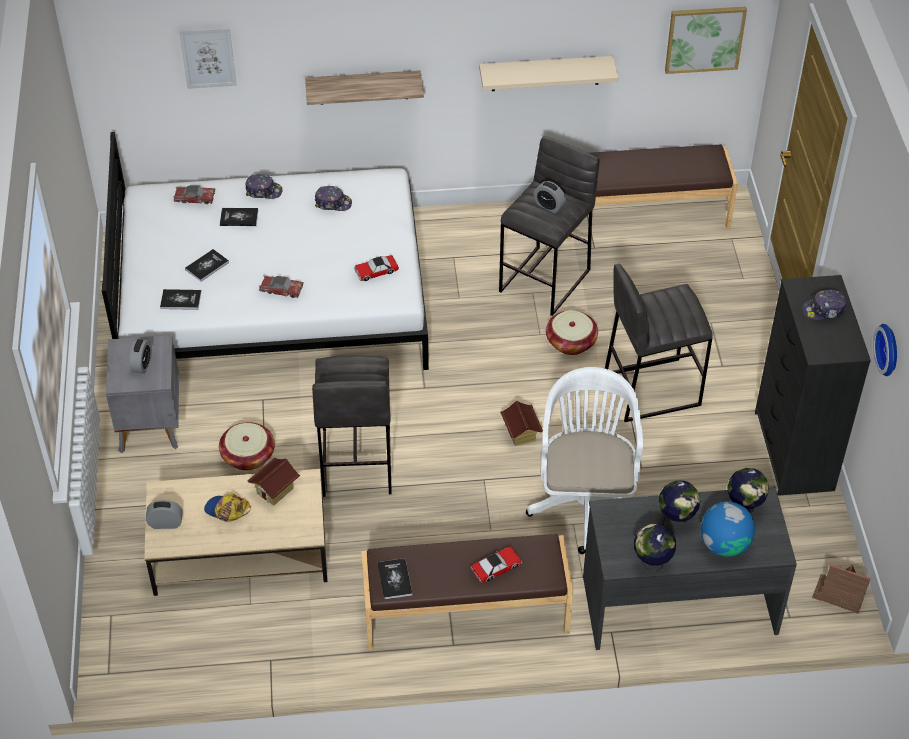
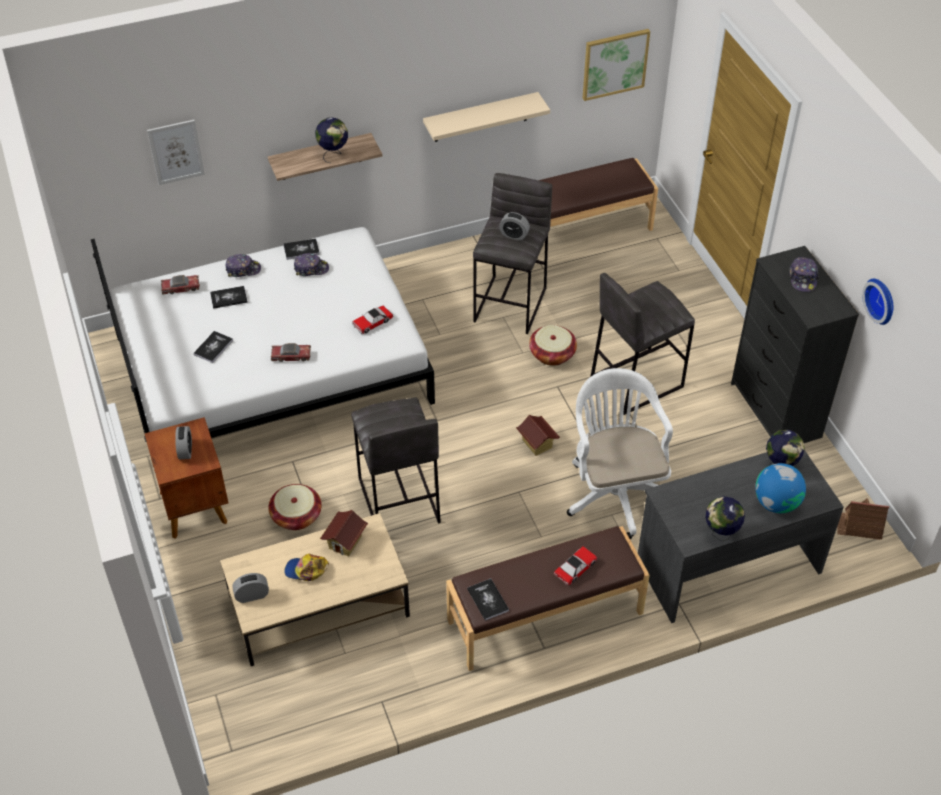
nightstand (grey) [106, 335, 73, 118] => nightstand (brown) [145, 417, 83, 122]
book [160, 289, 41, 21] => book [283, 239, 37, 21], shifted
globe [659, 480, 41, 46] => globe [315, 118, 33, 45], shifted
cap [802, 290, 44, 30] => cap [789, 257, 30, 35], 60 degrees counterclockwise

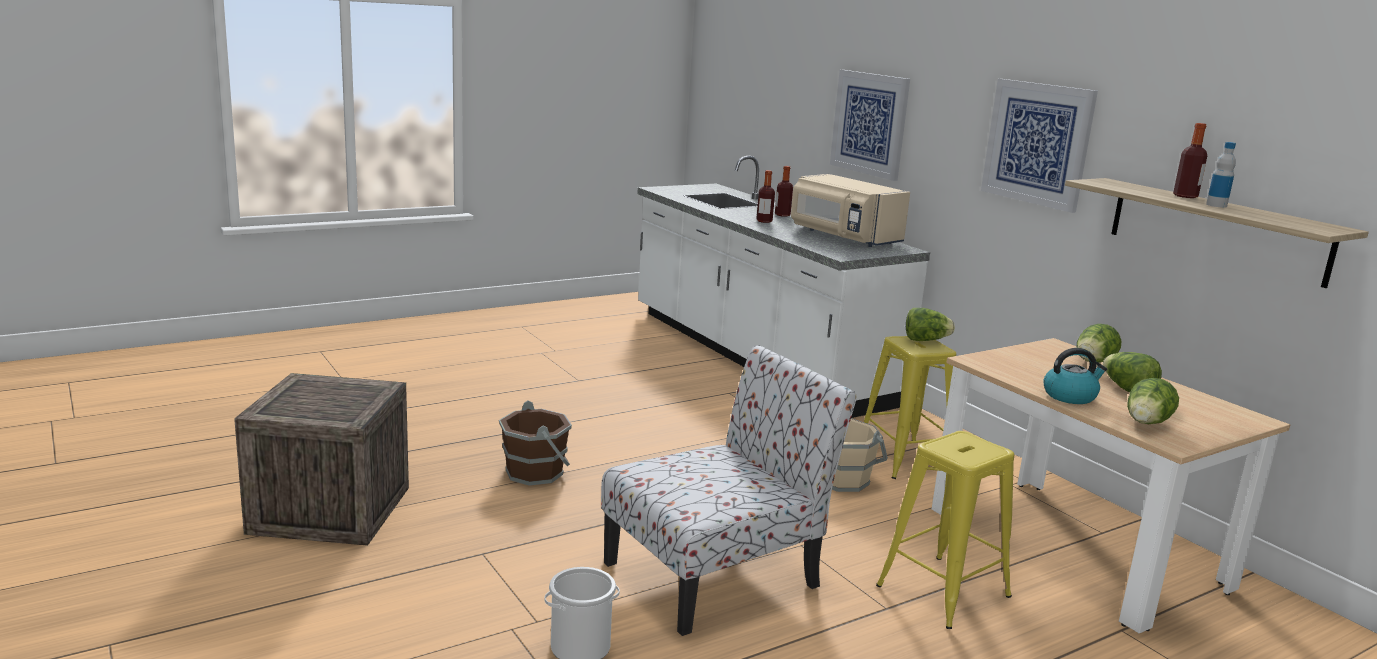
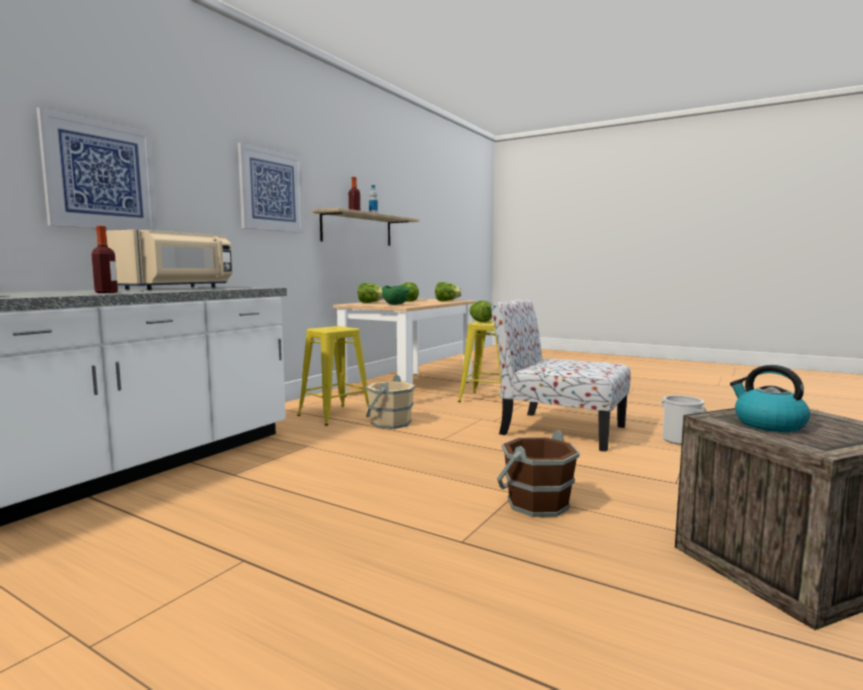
nothing => bowl (green) [382, 285, 27, 20]
lettuce [906, 308, 49, 33] => lettuce [469, 301, 23, 21], shifted
kettle [1043, 348, 64, 56] => kettle [730, 365, 80, 67], shifted
bottle [775, 166, 18, 51] => nothing

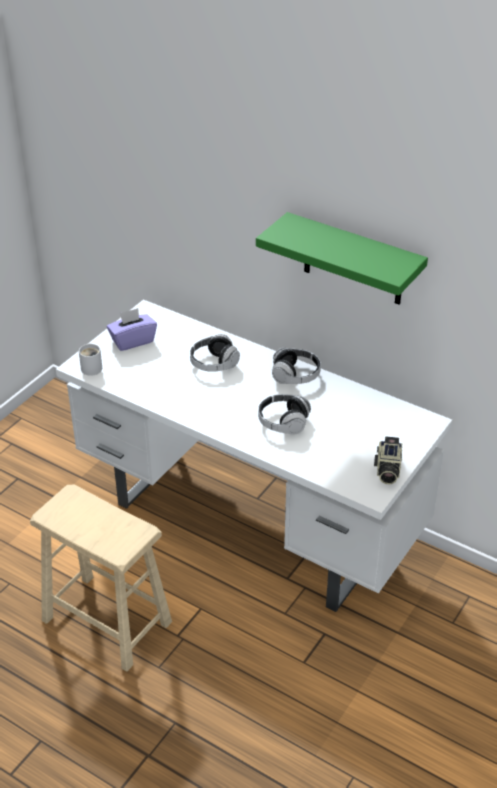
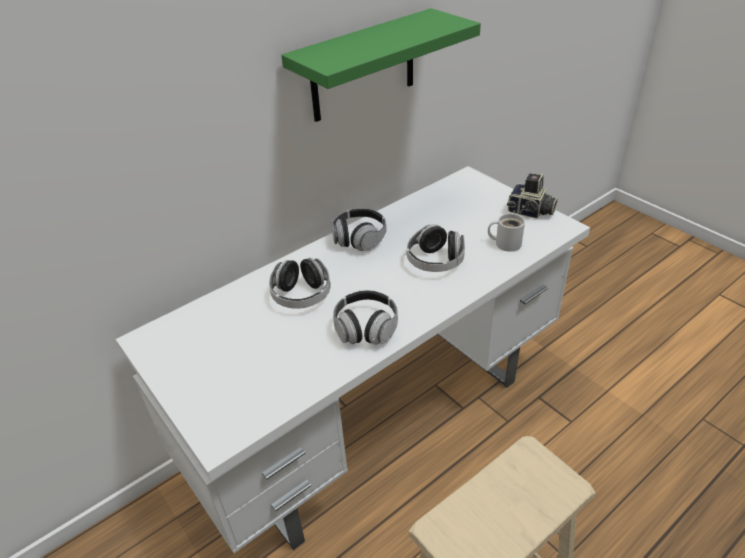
nothing => headphones [333, 290, 65, 55]
mug (white) [79, 344, 23, 32] => mug (white) [488, 213, 37, 39], shifted
tissue box (purple) [107, 308, 50, 43] => nothing

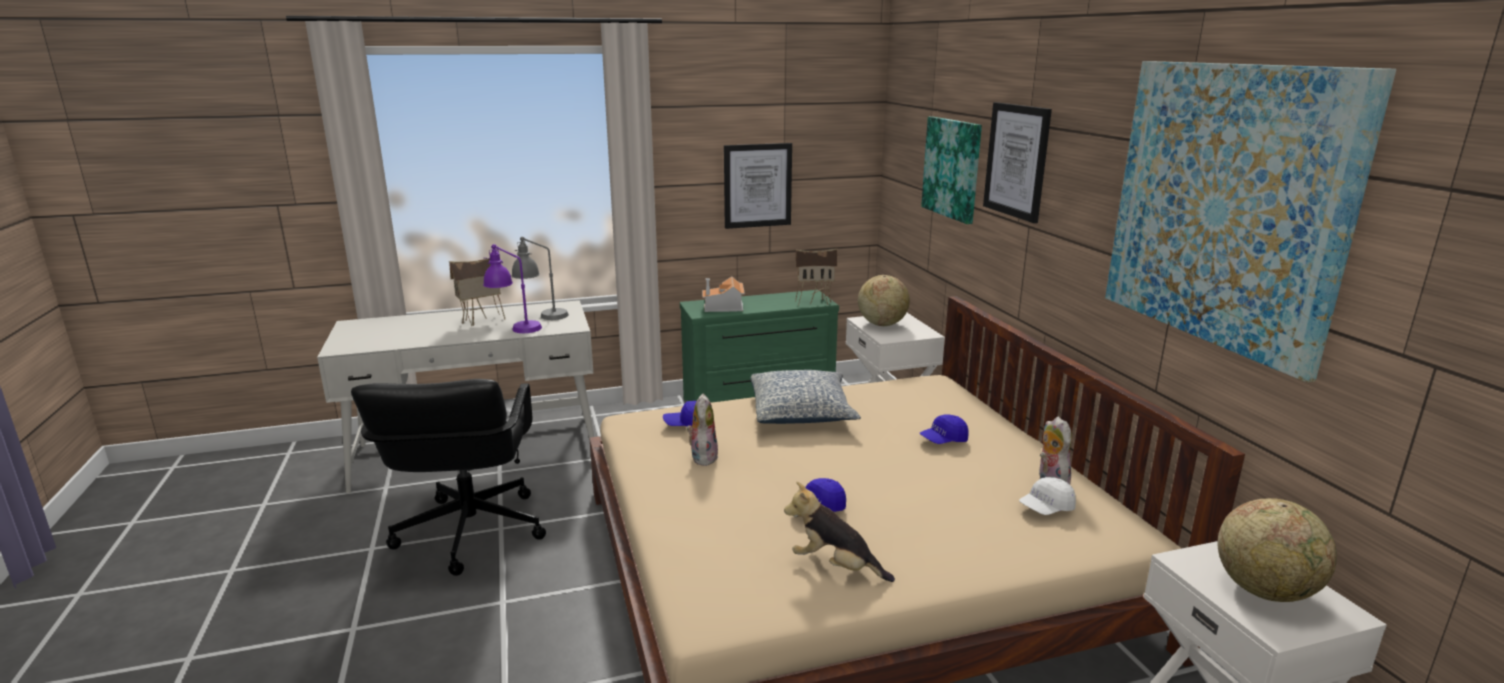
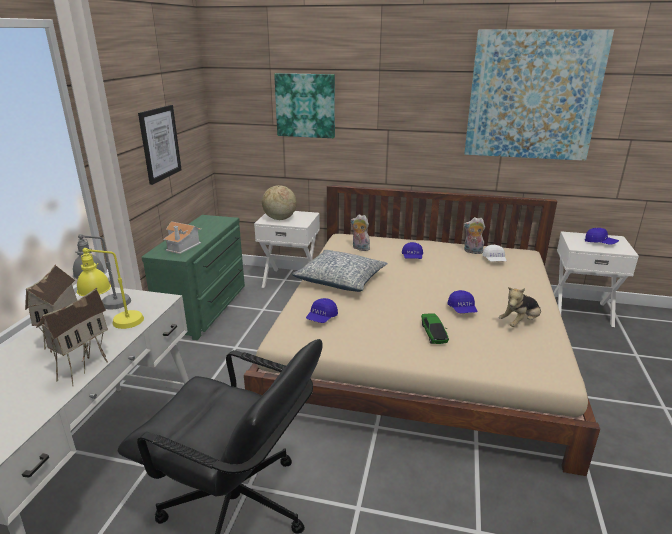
toy house [795, 248, 43, 58] => toy house [36, 288, 72, 98], shifted
table lamp (purple) [483, 244, 59, 89] => table lamp (yellow) [77, 248, 67, 81]
plush toy [686, 394, 32, 72] => plush toy [351, 214, 19, 37], shifted
nothing => toy car [421, 313, 28, 31]
globe [1217, 498, 120, 104] => cap (blue) [585, 228, 34, 17]
picture [983, 102, 69, 121] => nothing

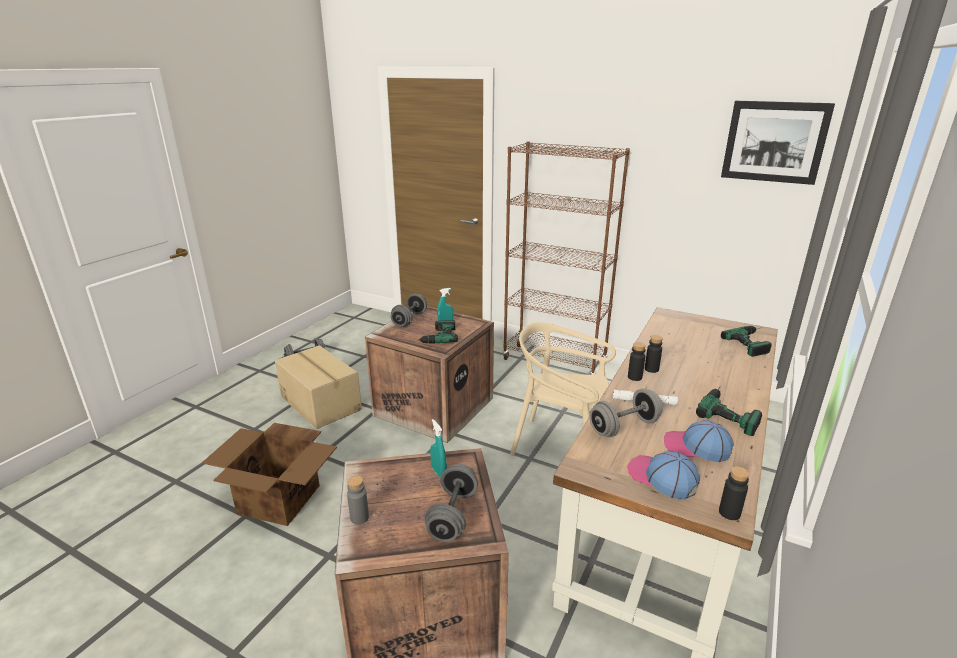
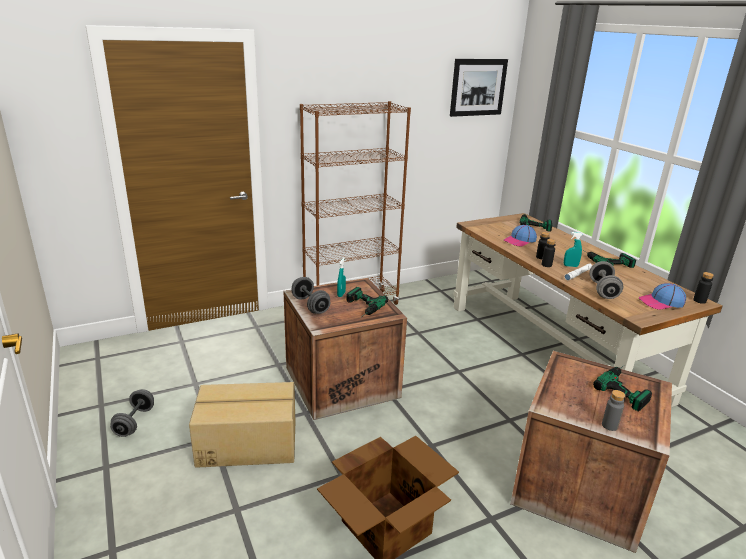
cap [664, 420, 70, 42] => cap [504, 225, 33, 21], shifted
spray bottle (turquoise) [430, 419, 17, 59] => spray bottle (turquoise) [564, 232, 19, 35], shifted
dumbbell (grey) [424, 464, 54, 78] => power drill [593, 366, 59, 45]
chair (beige) [510, 322, 106, 134] => nothing

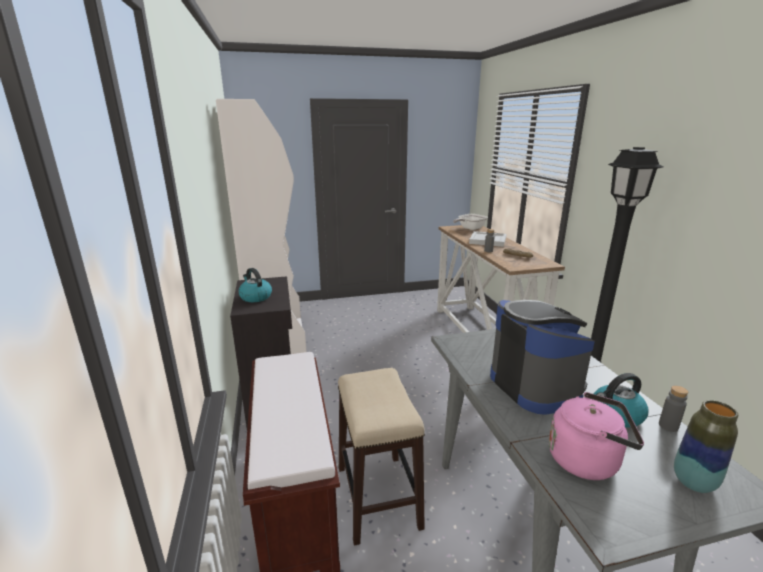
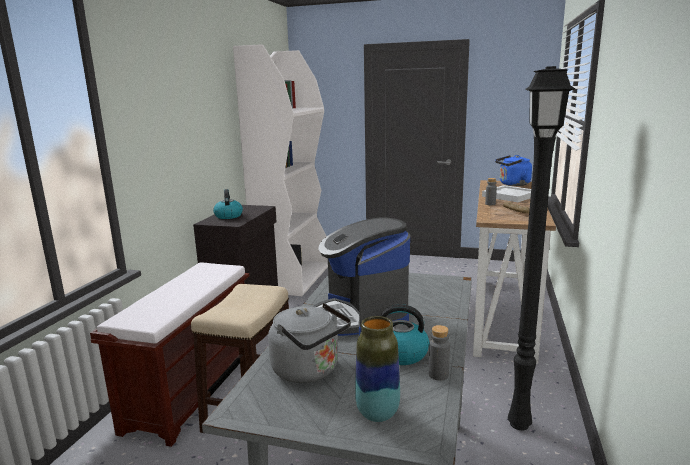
kettle (pink) [549, 392, 95, 88] => kettle (grey) [268, 303, 83, 80]
coffee machine [490, 300, 105, 115] => coffee machine [313, 217, 97, 119], 150 degrees clockwise
frying pan [453, 214, 35, 16] => kettle (blue) [495, 155, 37, 31]

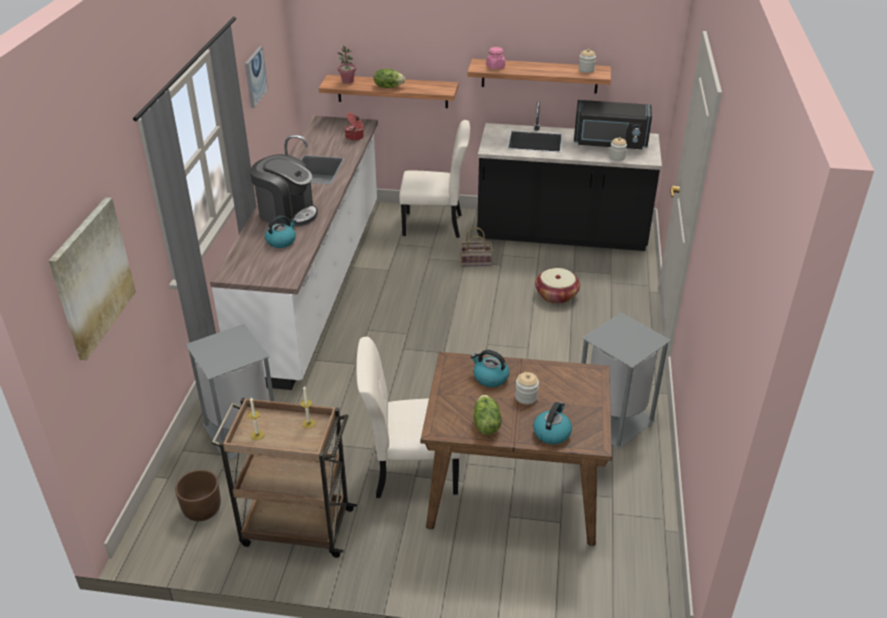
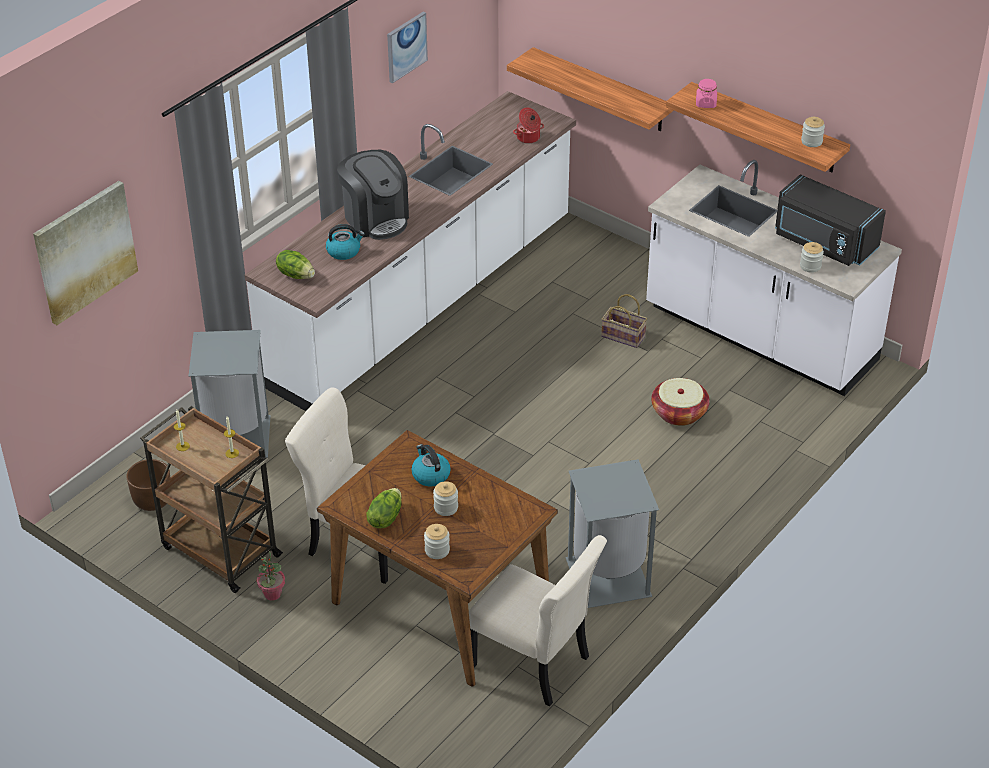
potted plant [338, 46, 18, 38] => potted plant [257, 551, 28, 50], shifted
lettuce [374, 69, 31, 19] => lettuce [276, 250, 39, 29], shifted
kettle [533, 402, 39, 42] => jar [424, 524, 26, 35]
chair (beige) [399, 120, 71, 118] => chair (beige) [469, 535, 138, 171], shifted
counter (black) [477, 101, 185, 150] => counter (white) [646, 160, 256, 236]

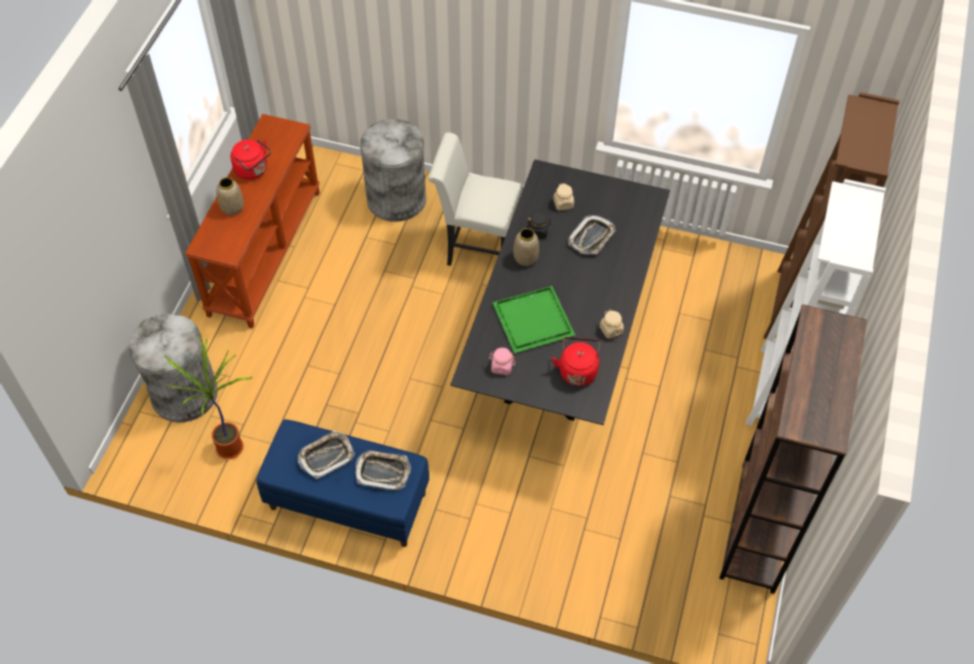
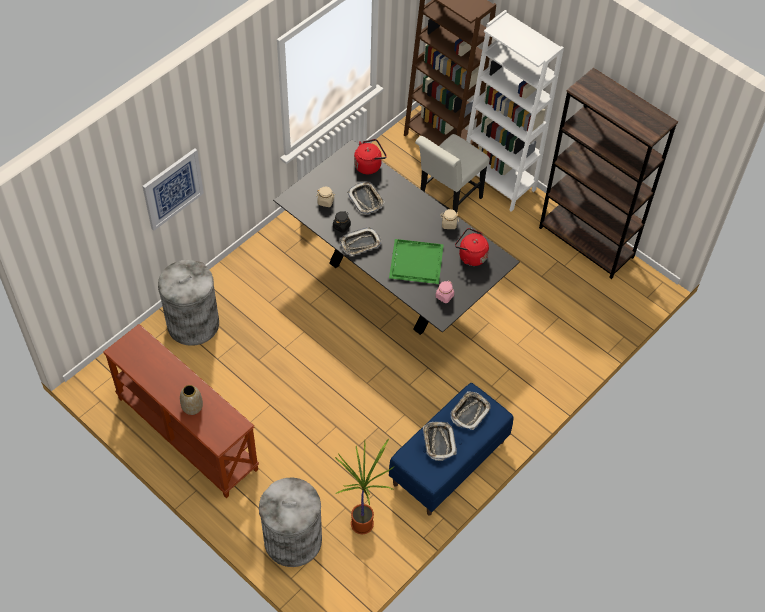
nothing => picture [143, 148, 61, 83]
vase [513, 228, 26, 38] => tray [340, 227, 42, 29]
kettle (red) [230, 139, 41, 40] => kettle (red) [354, 139, 33, 35], shifted
chair (white) [428, 132, 95, 134] => chair (white) [415, 134, 75, 78], shifted

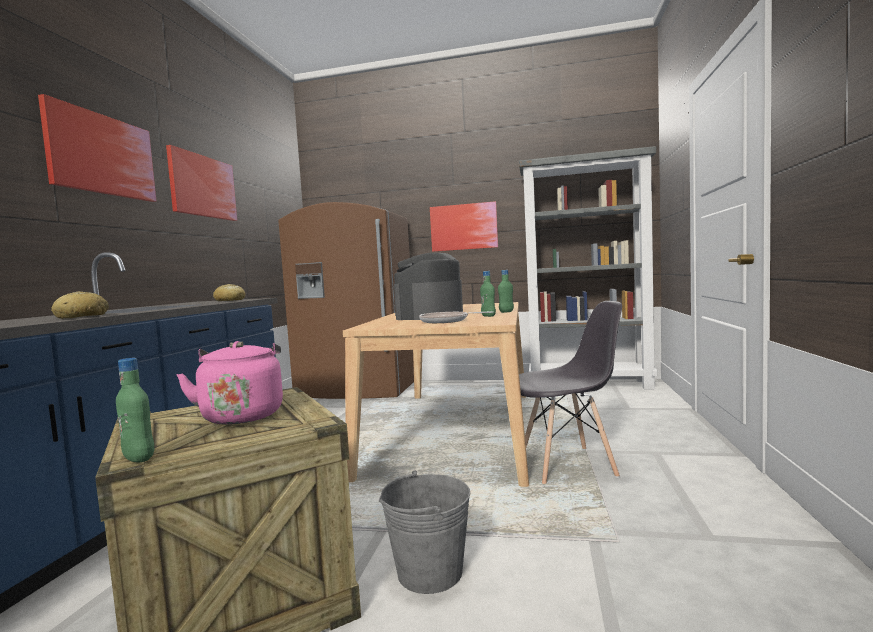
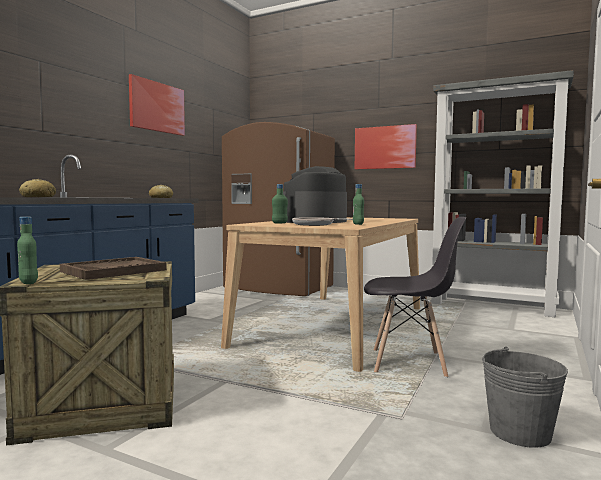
kettle (pink) [176, 341, 107, 84] => tray (brown) [60, 257, 107, 23]
bottle (green) [498, 270, 16, 43] => bottle (green) [272, 184, 16, 39], shifted
bucket (grey) [379, 471, 91, 123] => bucket (grey) [482, 347, 86, 101], shifted
picture [38, 94, 118, 108] => nothing

